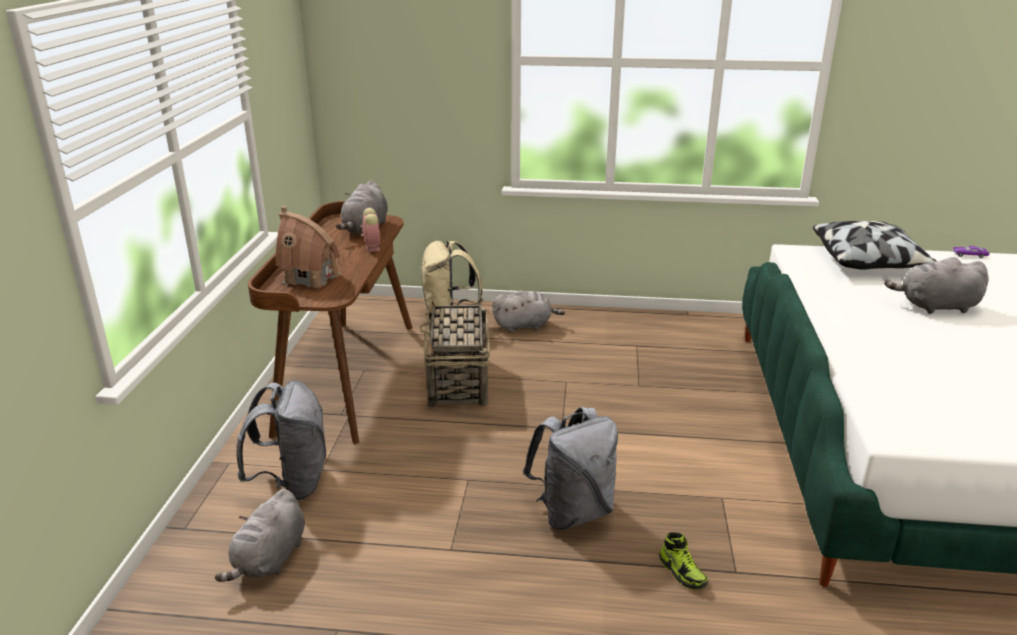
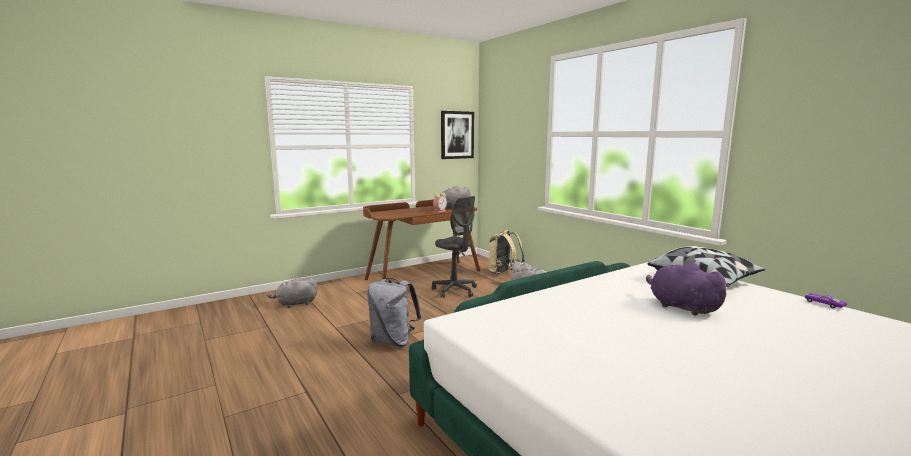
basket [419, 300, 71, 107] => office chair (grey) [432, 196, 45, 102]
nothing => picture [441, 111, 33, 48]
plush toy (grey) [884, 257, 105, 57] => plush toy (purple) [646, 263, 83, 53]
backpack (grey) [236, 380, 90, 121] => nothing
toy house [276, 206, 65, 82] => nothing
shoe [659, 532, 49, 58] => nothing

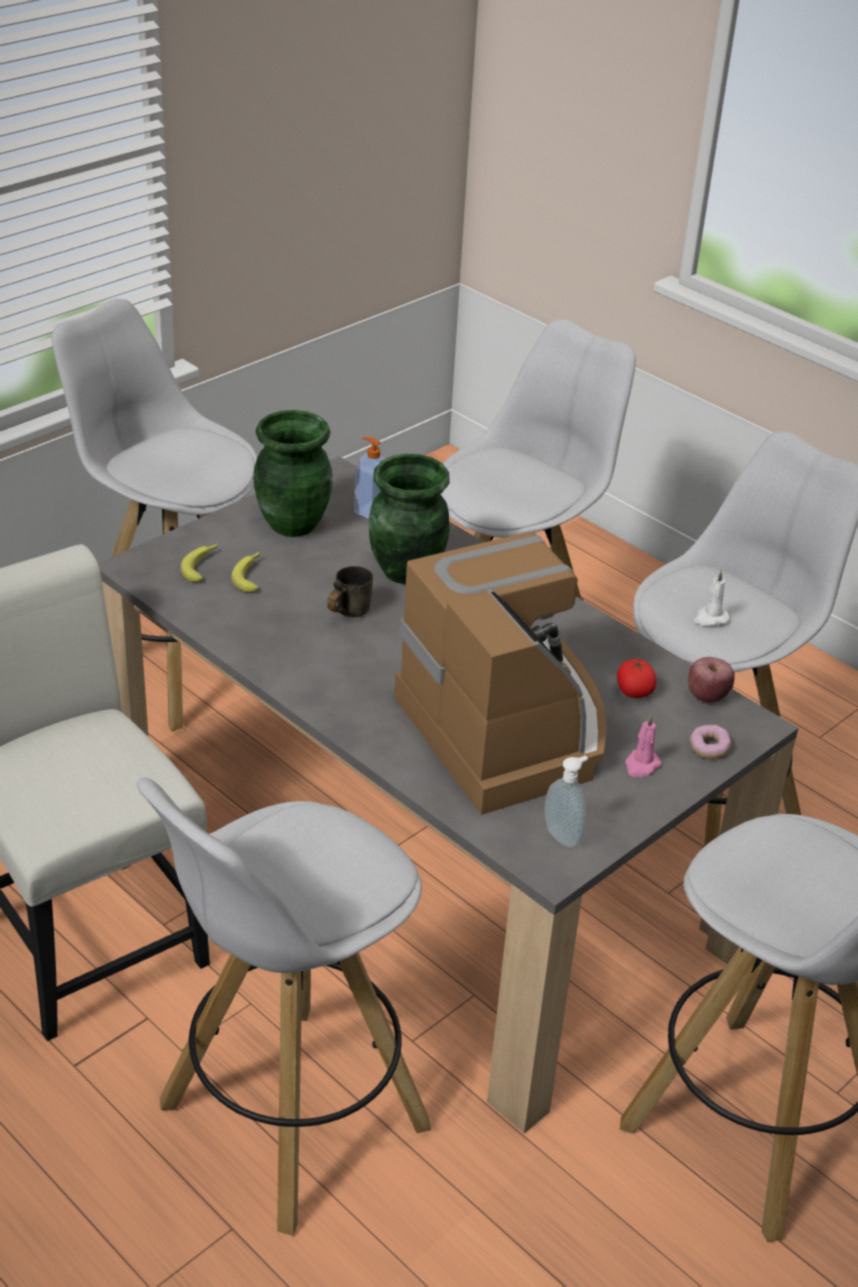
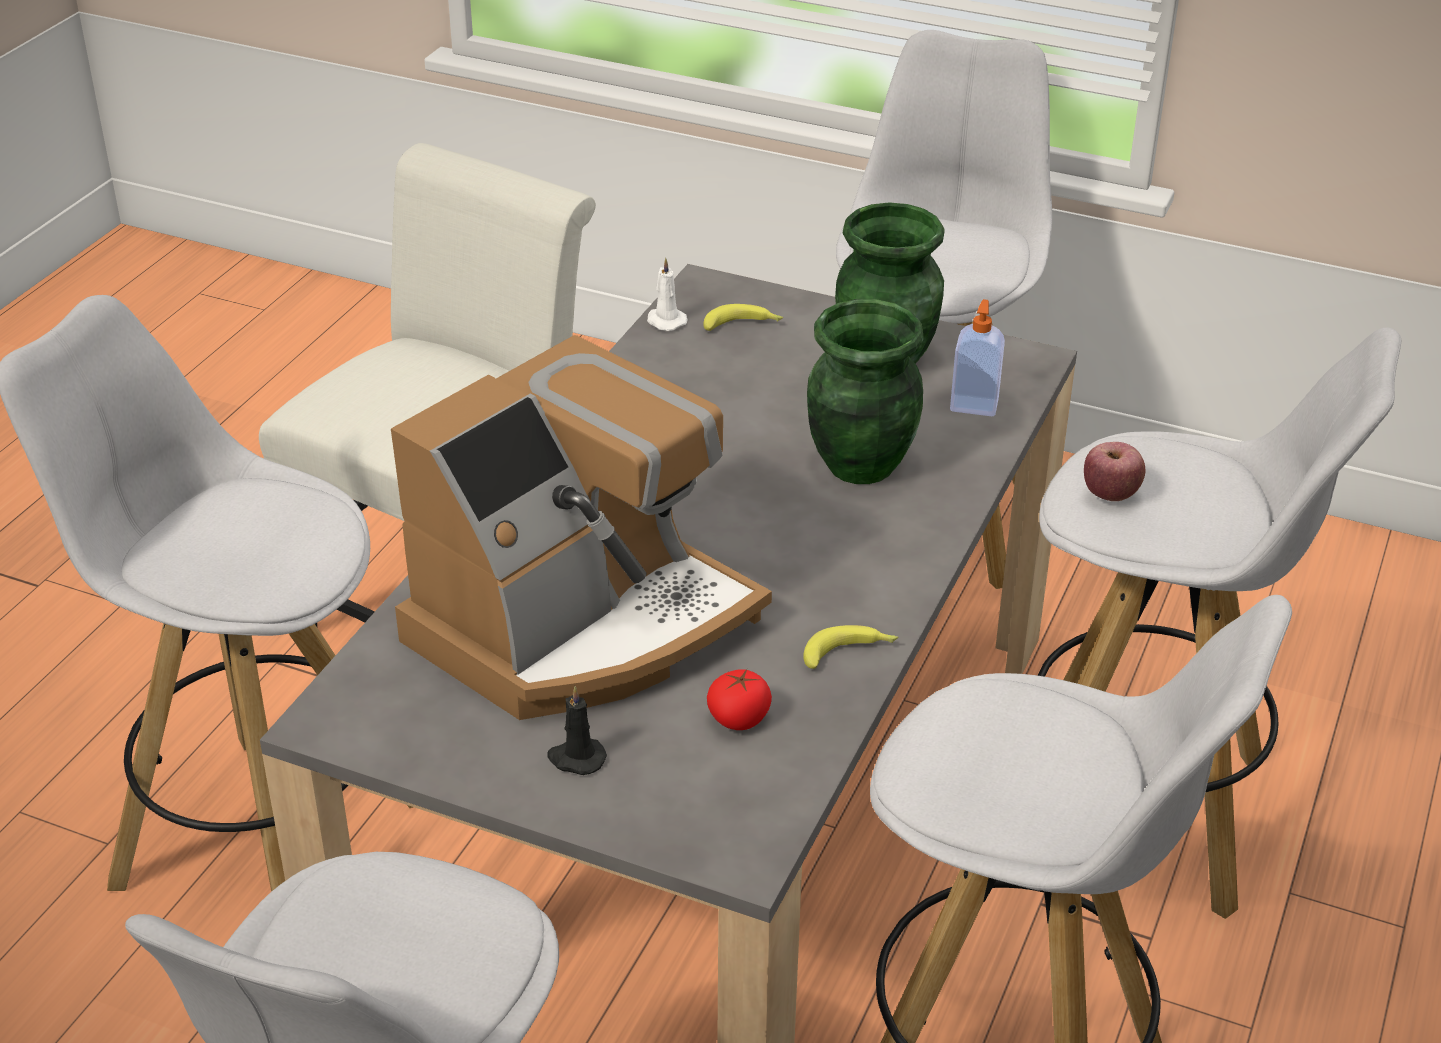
candle (pink) [625, 714, 37, 63] => candle (black) [547, 686, 60, 89]
candle (white) [694, 570, 35, 56] => candle (white) [647, 258, 41, 73], shifted
banana [231, 552, 28, 40] => banana [804, 625, 94, 44], shifted
apple [688, 657, 47, 45] => apple [1084, 442, 61, 59], shifted
mug (grey) [327, 566, 46, 51] => nothing
soap dispenser [545, 755, 43, 93] => nothing
donut [690, 725, 41, 34] => nothing

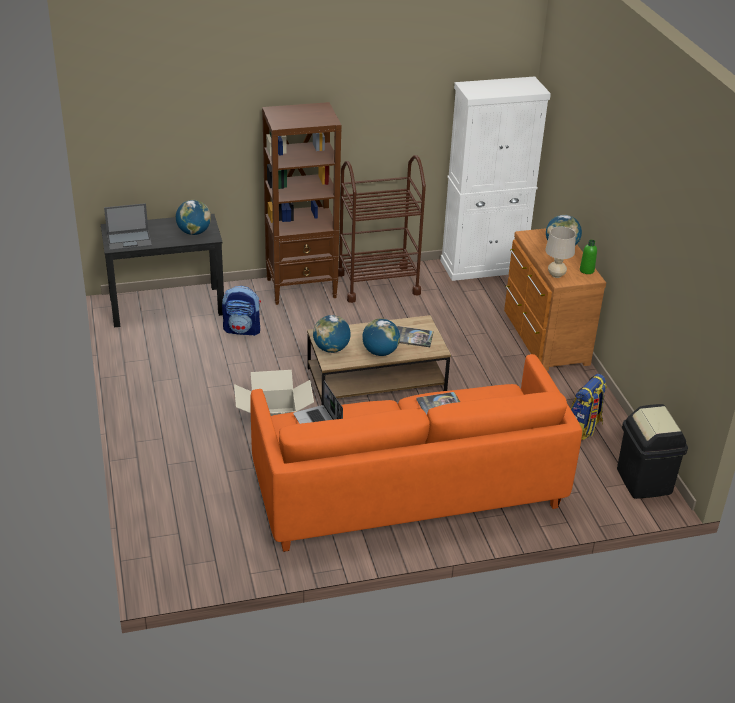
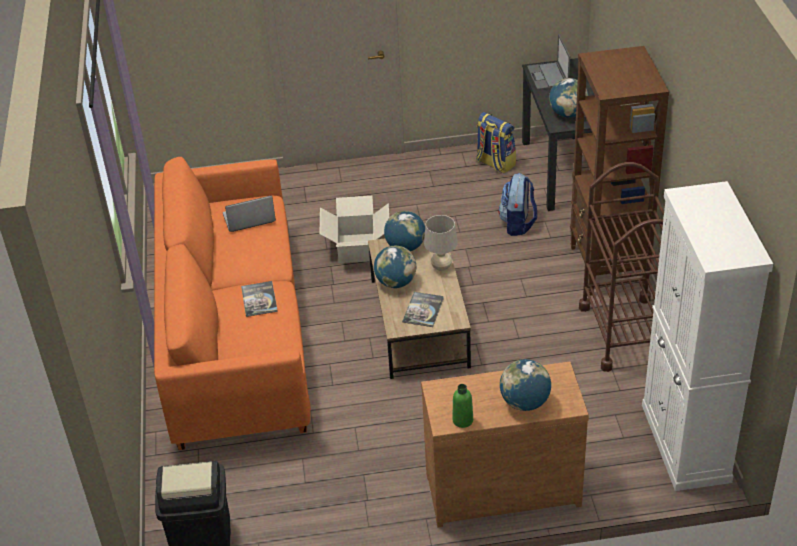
table lamp (beige) [545, 227, 31, 51] => table lamp (beige) [424, 215, 34, 56], shifted
backpack [571, 374, 36, 66] => backpack [476, 112, 40, 62], shifted

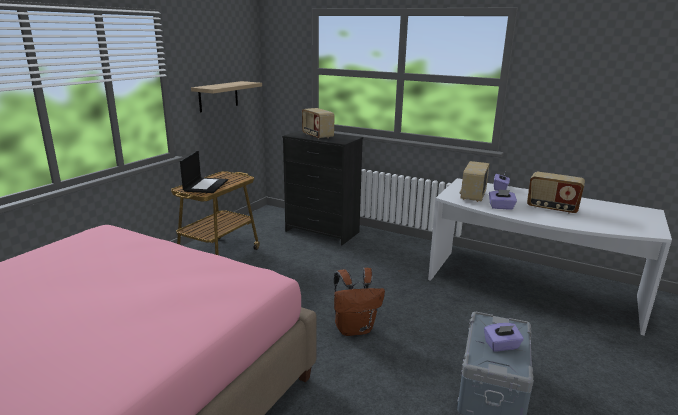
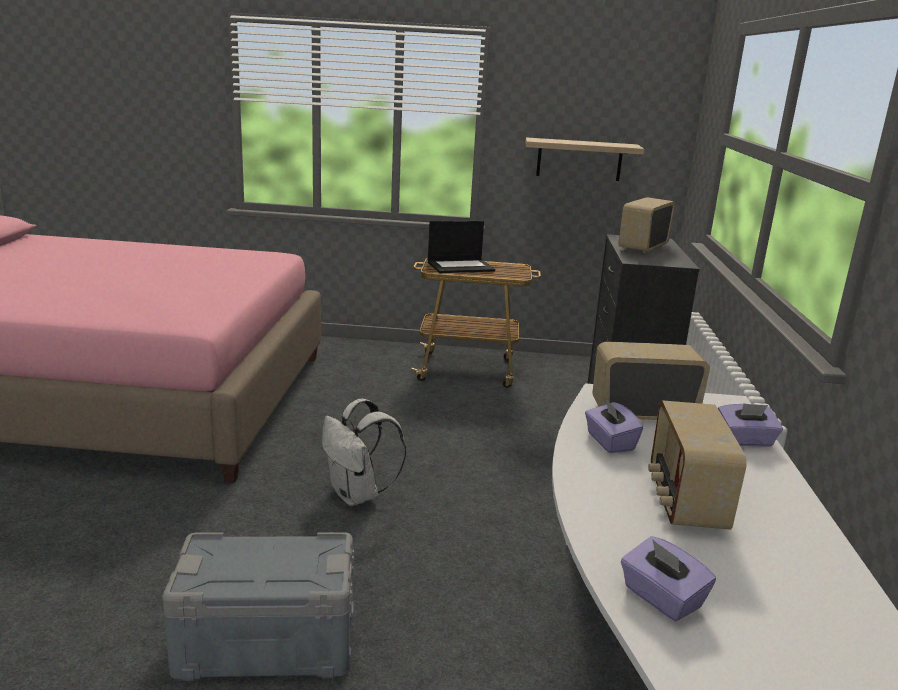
backpack (brown) [334, 268, 51, 68] => backpack (white) [322, 399, 84, 107]
tissue box (purple) [484, 323, 40, 28] => tissue box (purple) [621, 536, 95, 86], shifted

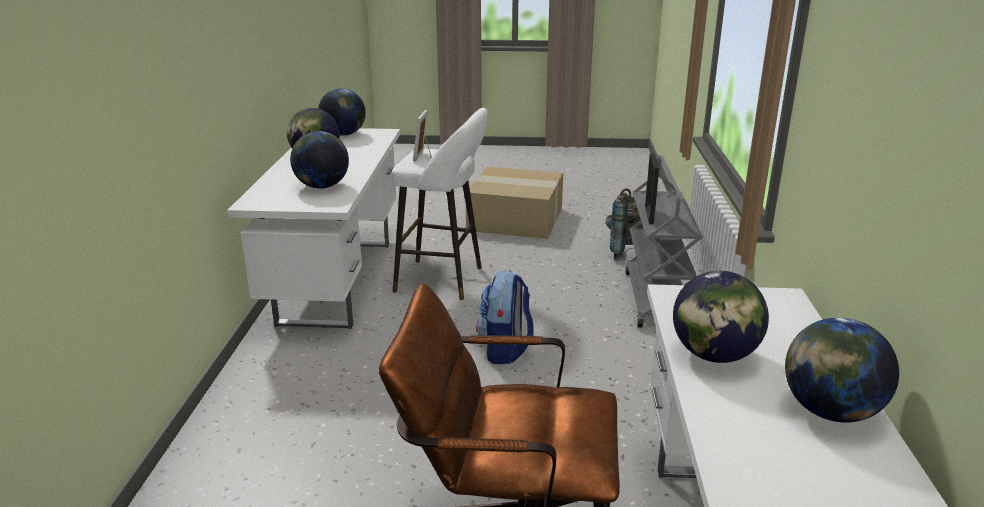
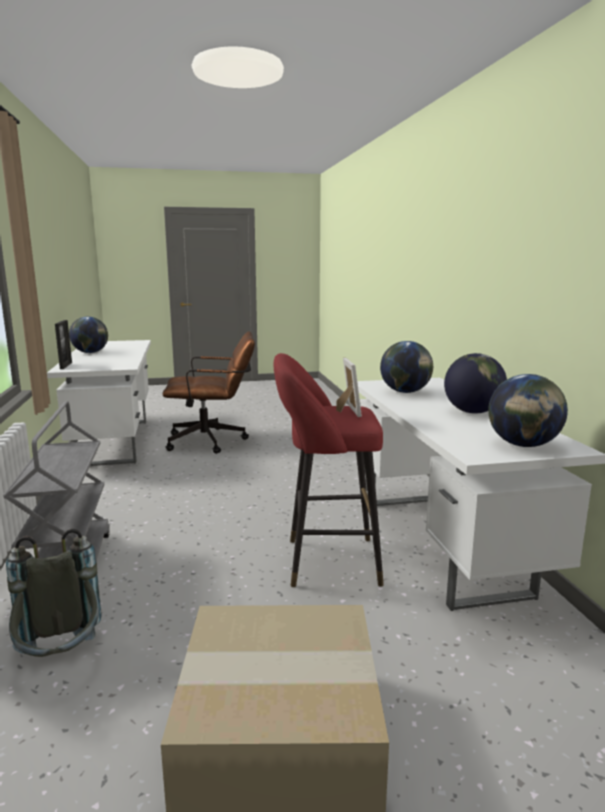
picture frame [645, 153, 14, 71] => picture frame [55, 320, 17, 49], shifted
stool (white) [392, 108, 96, 192] => stool (red) [273, 353, 111, 234]
backpack [476, 270, 58, 94] => nothing
globe [673, 271, 96, 92] => nothing

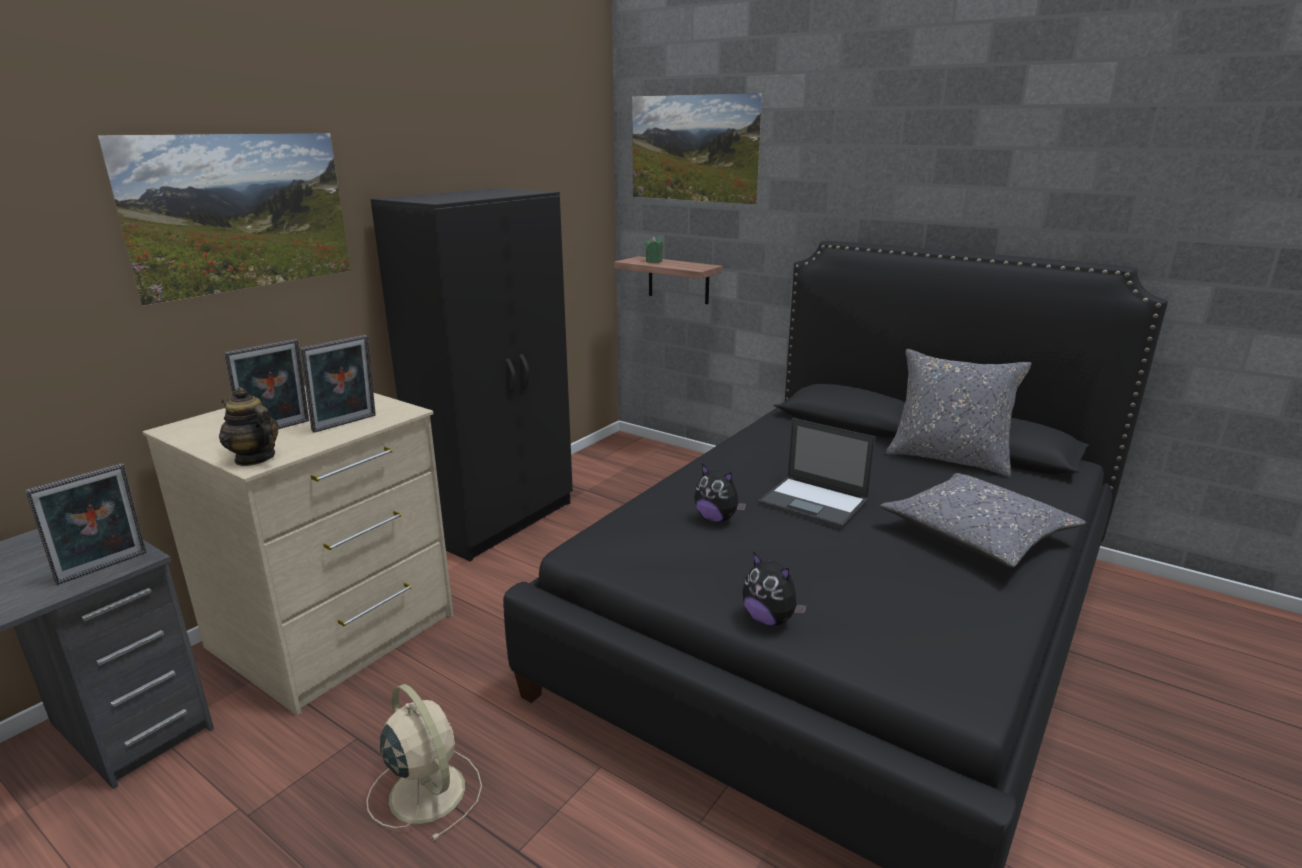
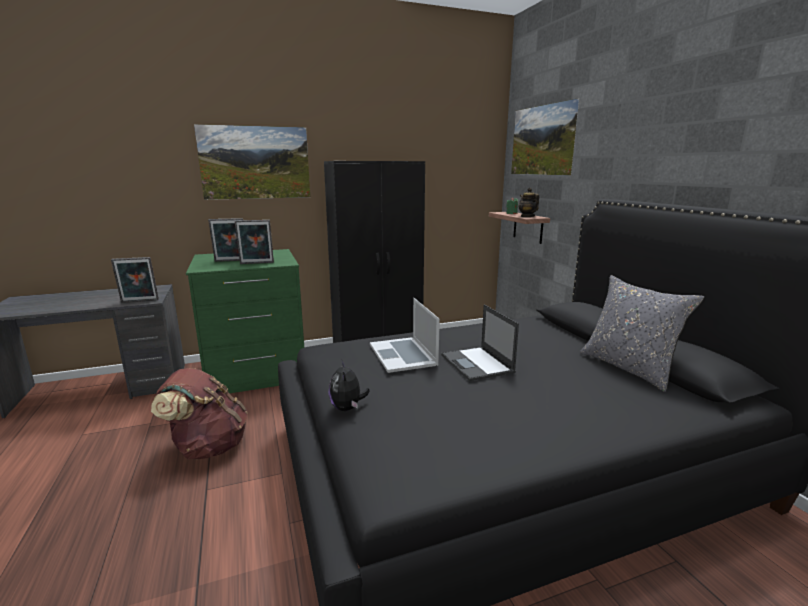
fan (beige) [367, 684, 115, 157] => backpack (brown) [151, 368, 96, 91]
dresser (beige) [143, 385, 310, 330] => dresser (green) [186, 249, 118, 144]
plush toy [694, 464, 52, 58] => laptop [370, 298, 70, 75]
teapot [219, 387, 59, 79] => teapot [518, 188, 21, 29], shifted
pillow (grey) [880, 473, 206, 95] => nothing

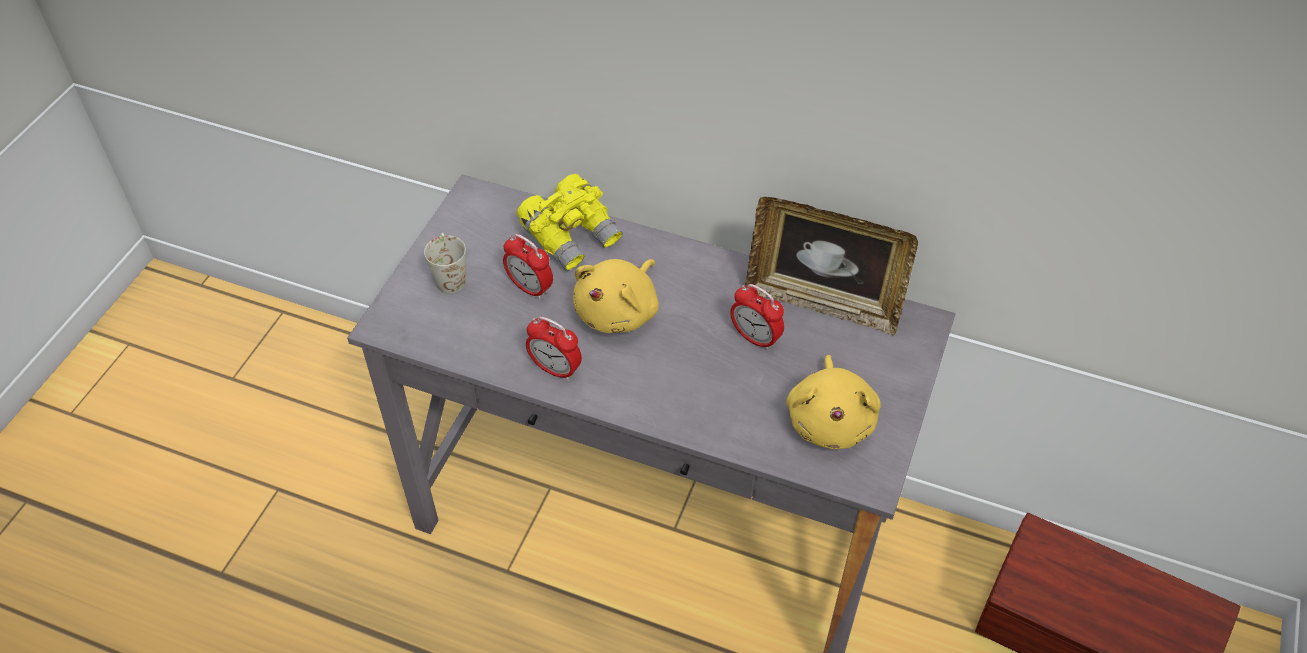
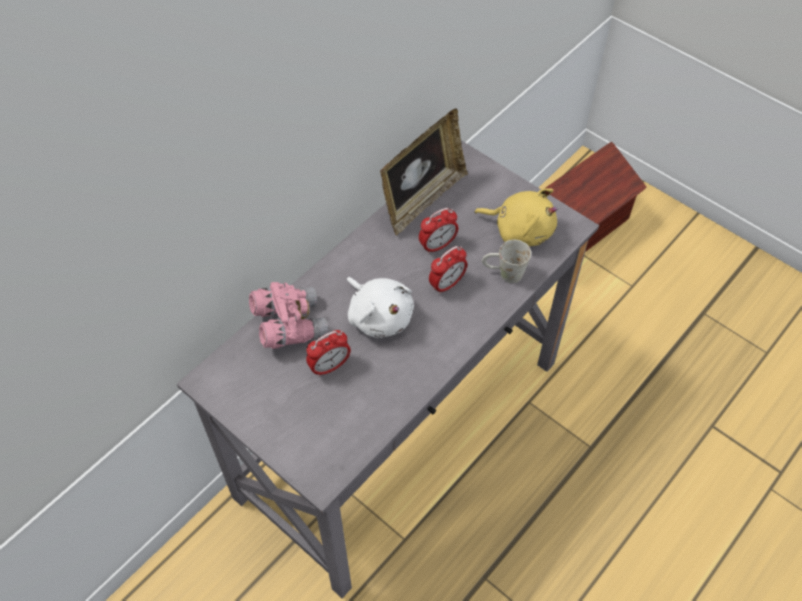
binoculars (yellow) [517, 174, 105, 97] => binoculars (pink) [249, 282, 79, 67]
plush toy (yellow) [573, 259, 86, 74] => plush toy (white) [347, 277, 67, 61]
alarm clock [526, 317, 56, 64] => alarm clock [429, 246, 38, 48], shifted
mug (white) [424, 233, 42, 61] => mug (white) [482, 240, 49, 43], shifted

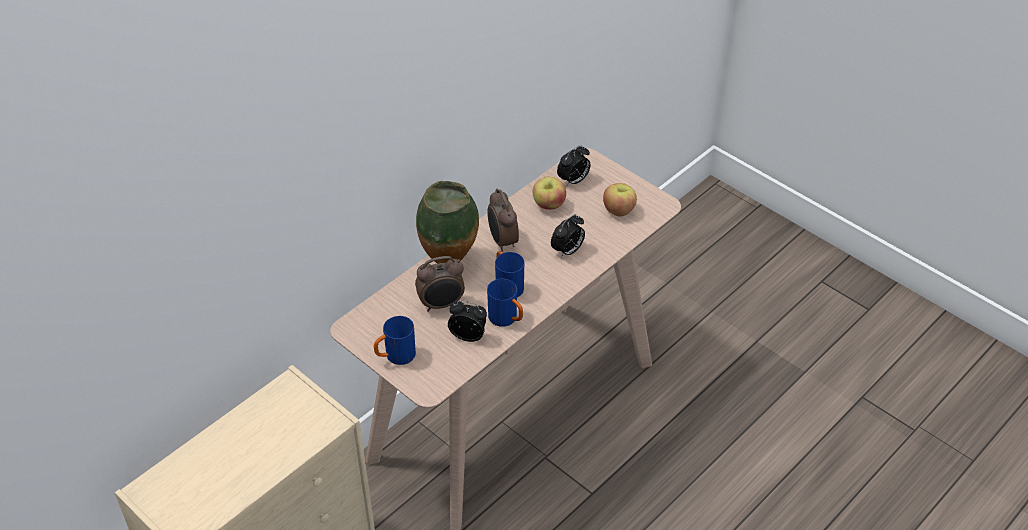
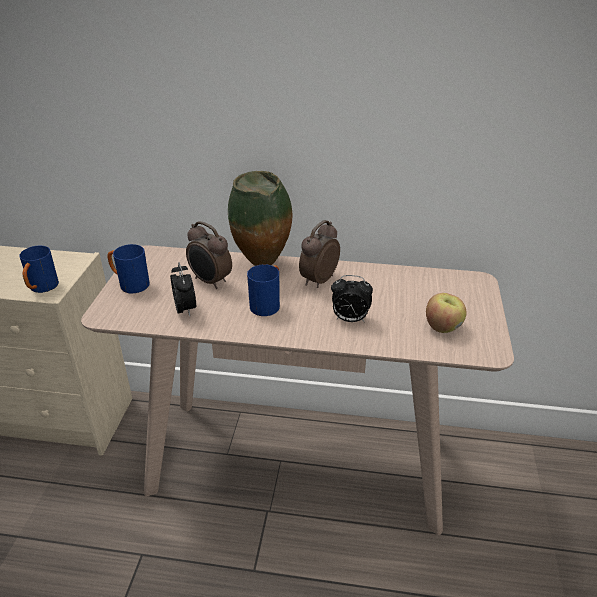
mug (blue) [487, 279, 36, 48] => mug (blue) [19, 246, 40, 47], shifted
apple [532, 177, 34, 33] => nothing
alarm clock [557, 145, 33, 42] => nothing

